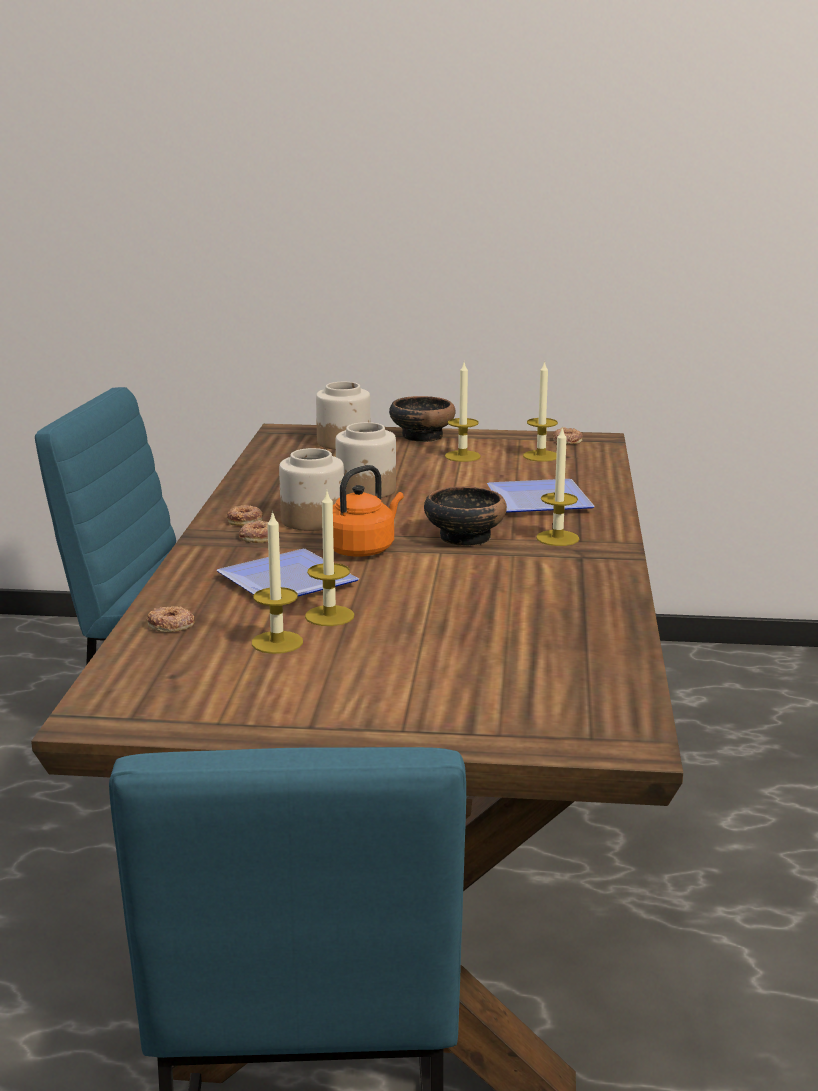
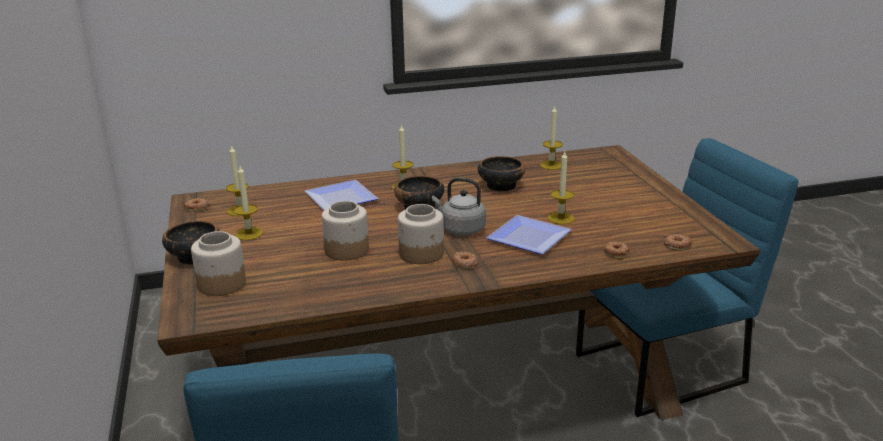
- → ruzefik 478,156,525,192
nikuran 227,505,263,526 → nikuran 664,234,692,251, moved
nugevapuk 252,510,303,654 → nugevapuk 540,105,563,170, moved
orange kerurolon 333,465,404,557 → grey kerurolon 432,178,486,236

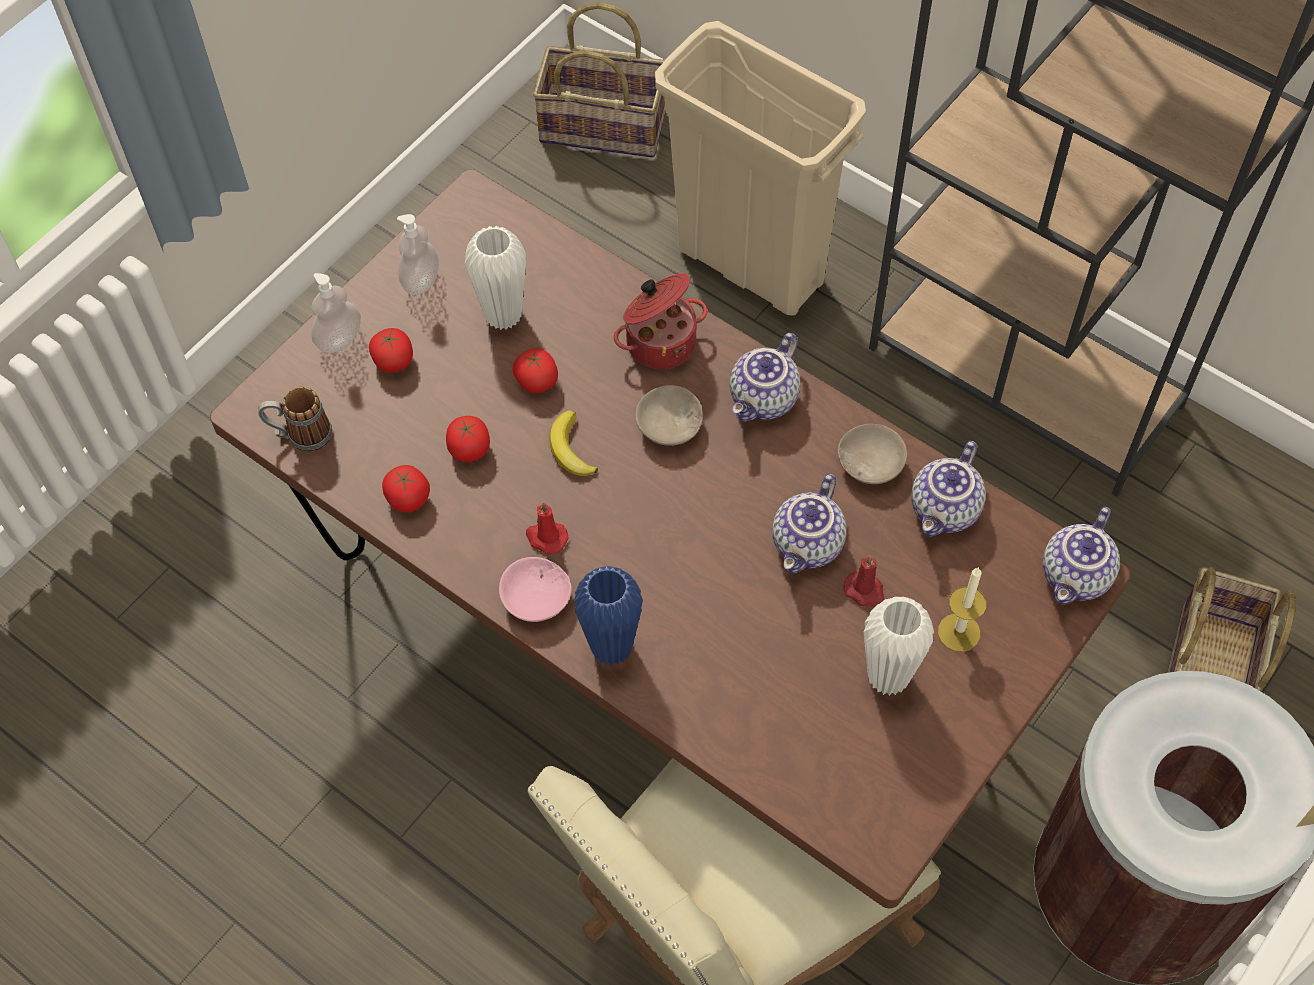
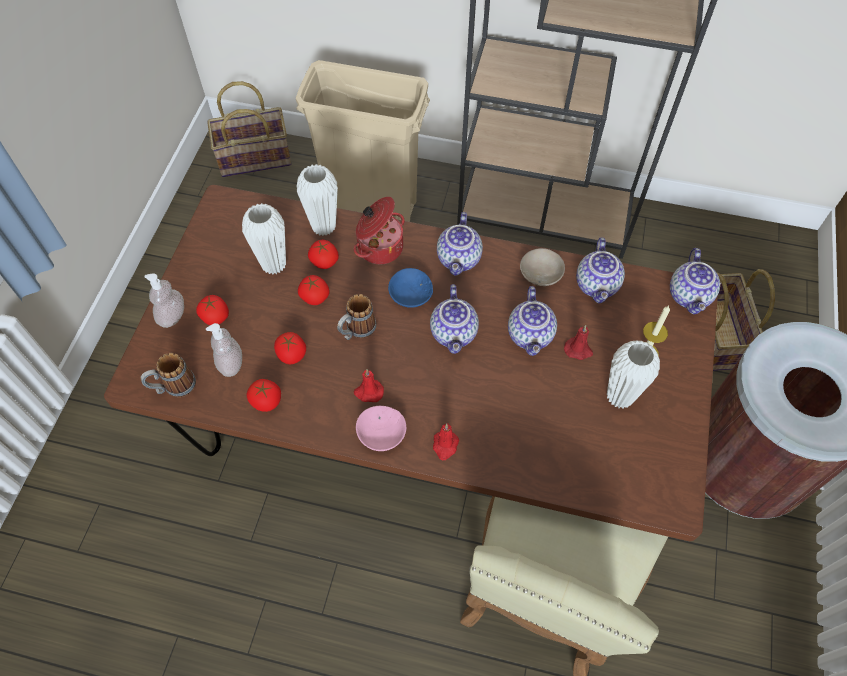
- → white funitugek 296,164,338,236
- → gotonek 308,240,339,269
- → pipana 430,284,479,354
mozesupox 397,214,439,295 → mozesupox 206,323,242,377, moved
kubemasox 549,410,598,476 → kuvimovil 337,294,376,340
blue funitugek 573,566,643,665 → red nugevapuk 433,423,459,460
beige ruzefik 635,385,703,446 → blue ruzefik 388,268,433,308

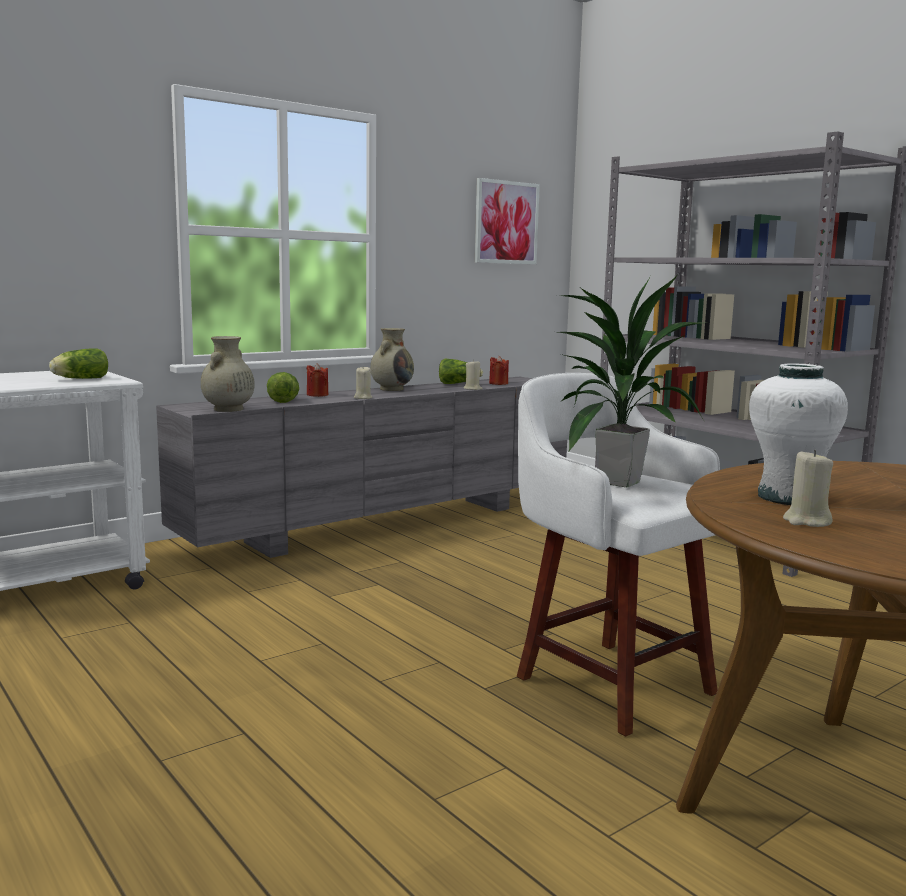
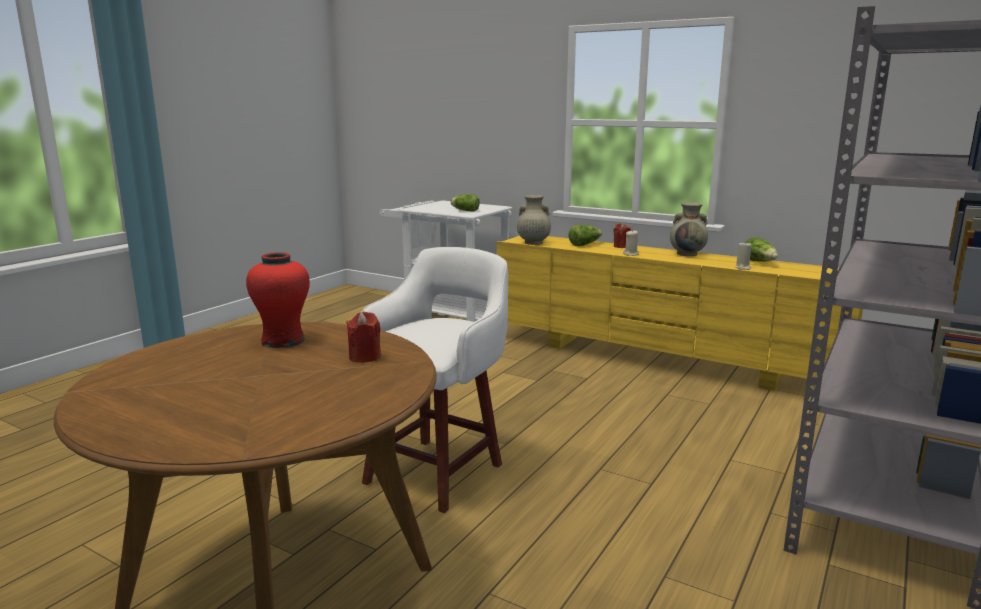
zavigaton 475,178,540,264 → -
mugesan 558,274,704,487 → -
beige nugevapuk 783,450,833,527 → -
red nugevapuk 489,356,509,385 → red nugevapuk 346,312,381,363, moved
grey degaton 156,377,567,558 → yellow degaton 497,236,863,391
white funitugek 749,363,848,505 → red funitugek 246,252,310,348

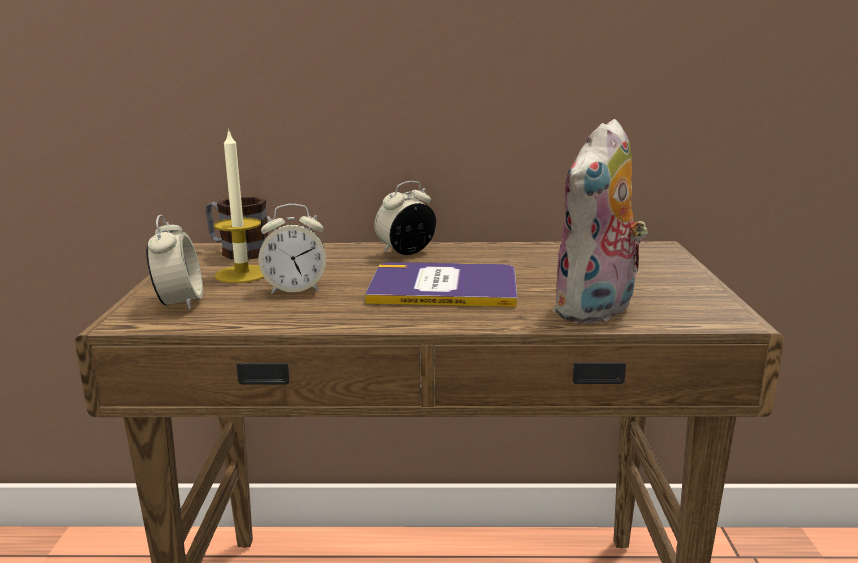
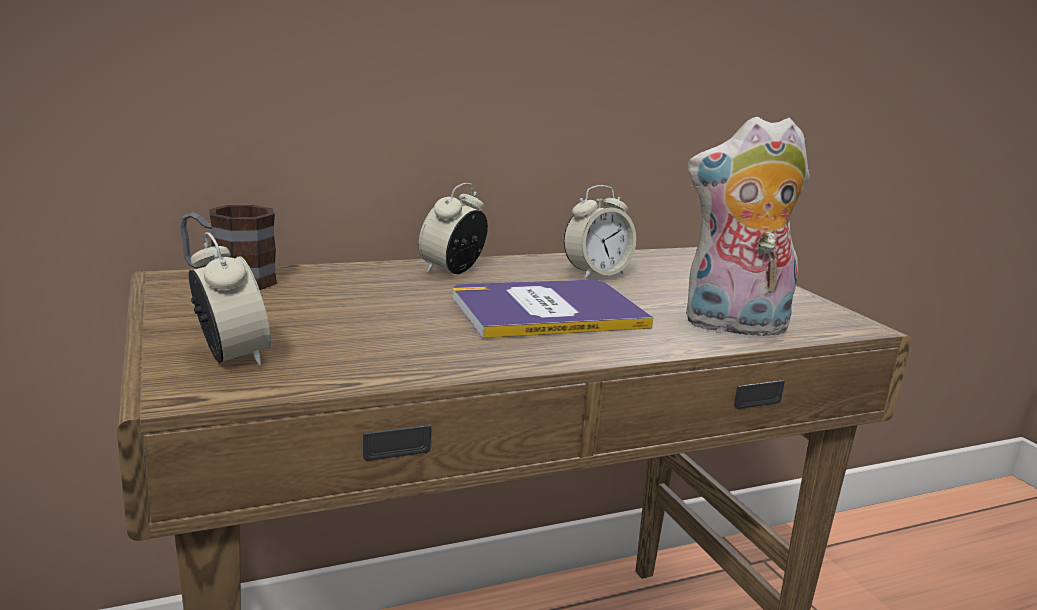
nugevapuk 214,128,264,283 → -
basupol 258,204,326,294 → basupol 563,185,636,279, moved
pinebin 552,119,648,324 → pinebin 686,117,810,340, 75 degrees clockwise

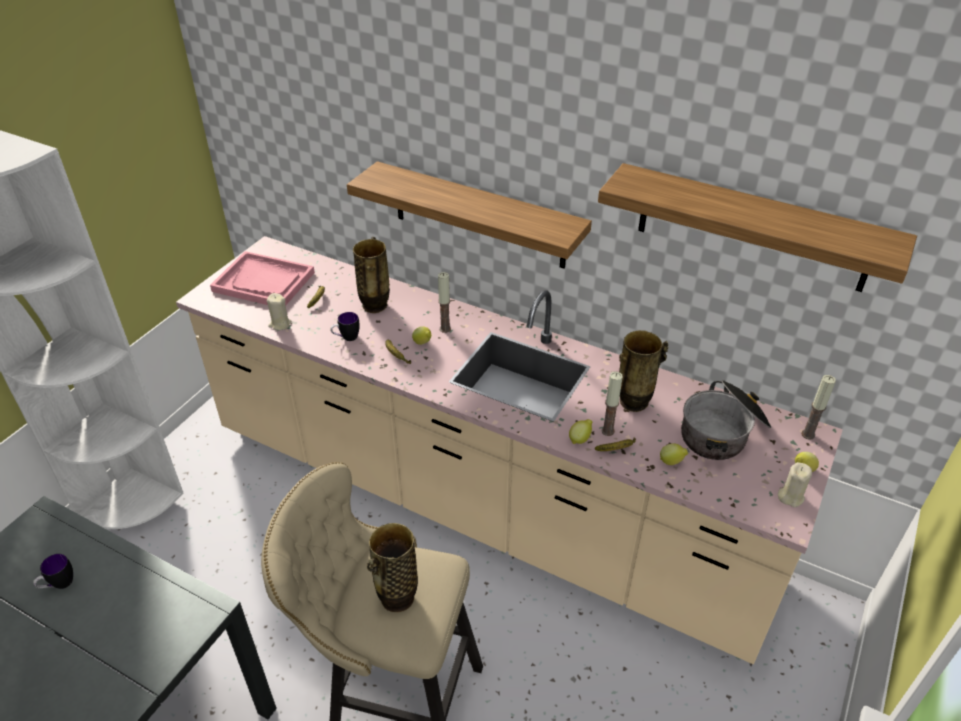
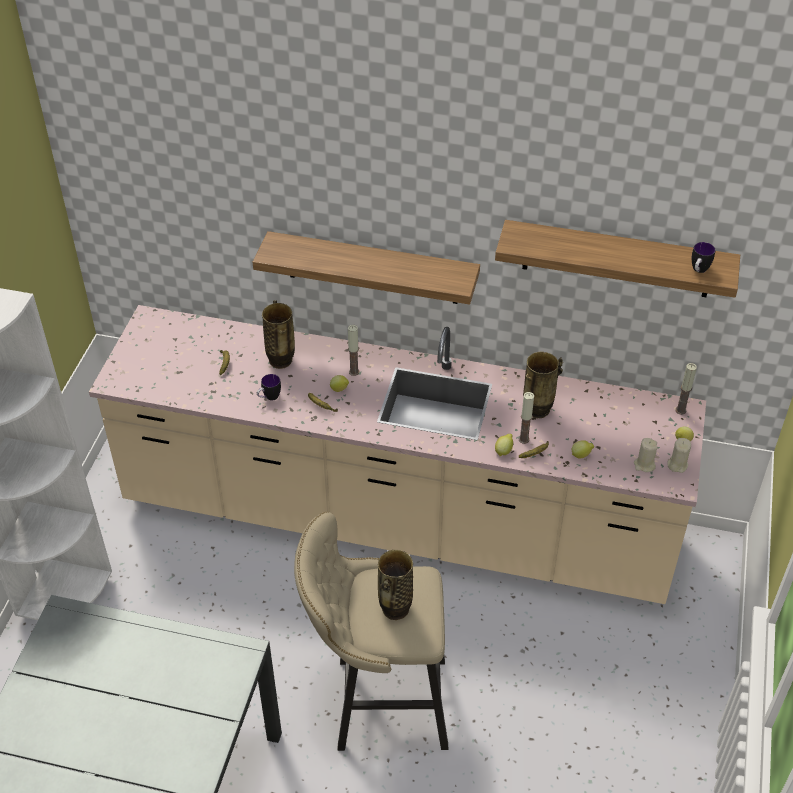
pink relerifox 210,251,315,305 → -
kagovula 681,380,771,460 → -
kuvimovil 33,554,73,589 → kuvimovil 692,242,715,273, moved
beige nugevapuk 267,293,292,330 → beige nugevapuk 634,438,658,472, moved

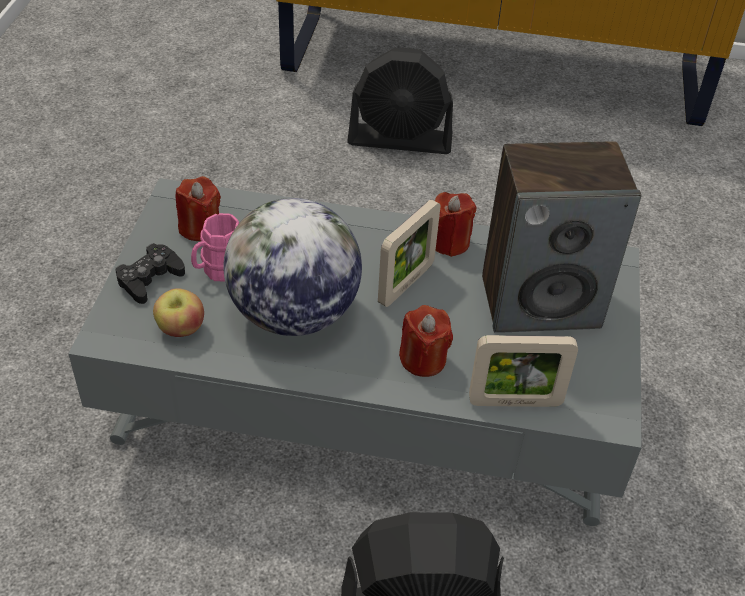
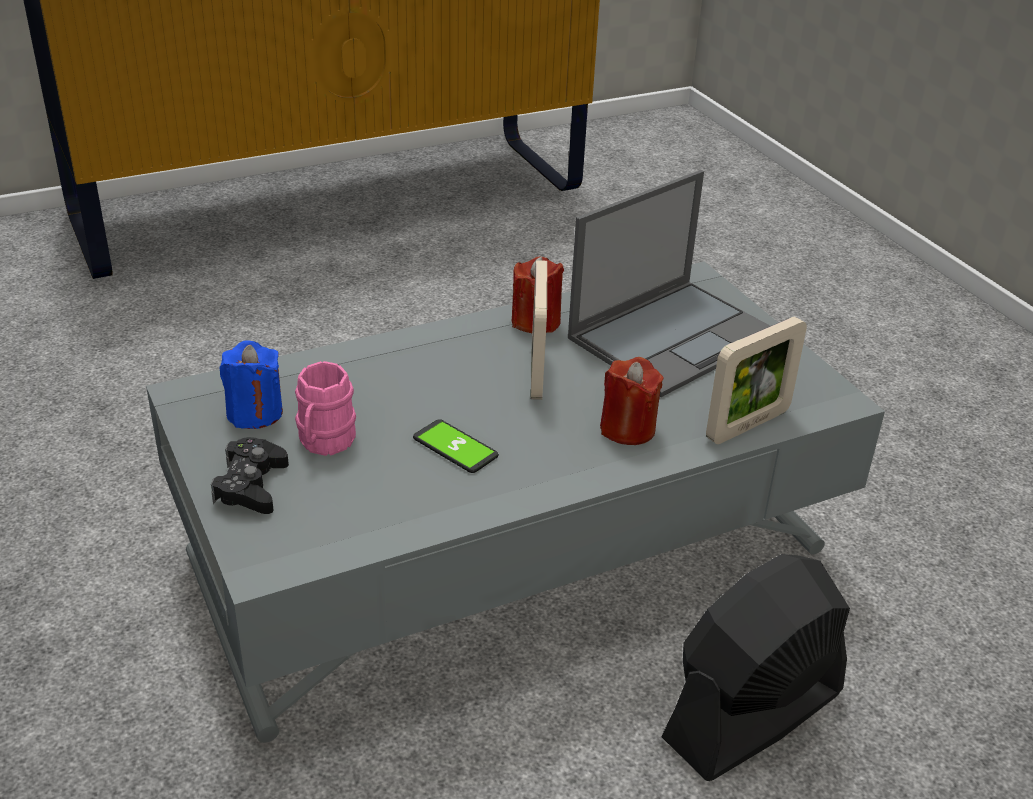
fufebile 153,288,204,337 → -
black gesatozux 347,47,453,154 → -
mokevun 223,198,362,336 → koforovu 413,419,499,473
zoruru 482,142,641,333 → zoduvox 568,170,770,397
red nugevapuk 176,176,221,241 → blue nugevapuk 219,340,283,429

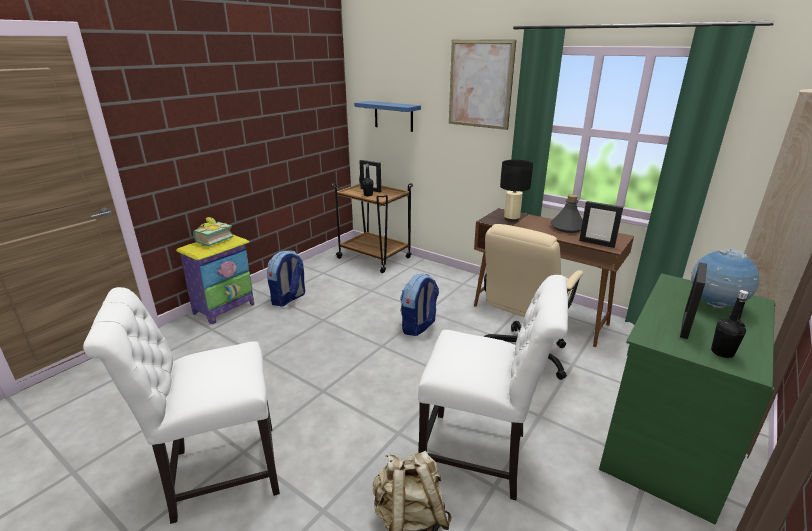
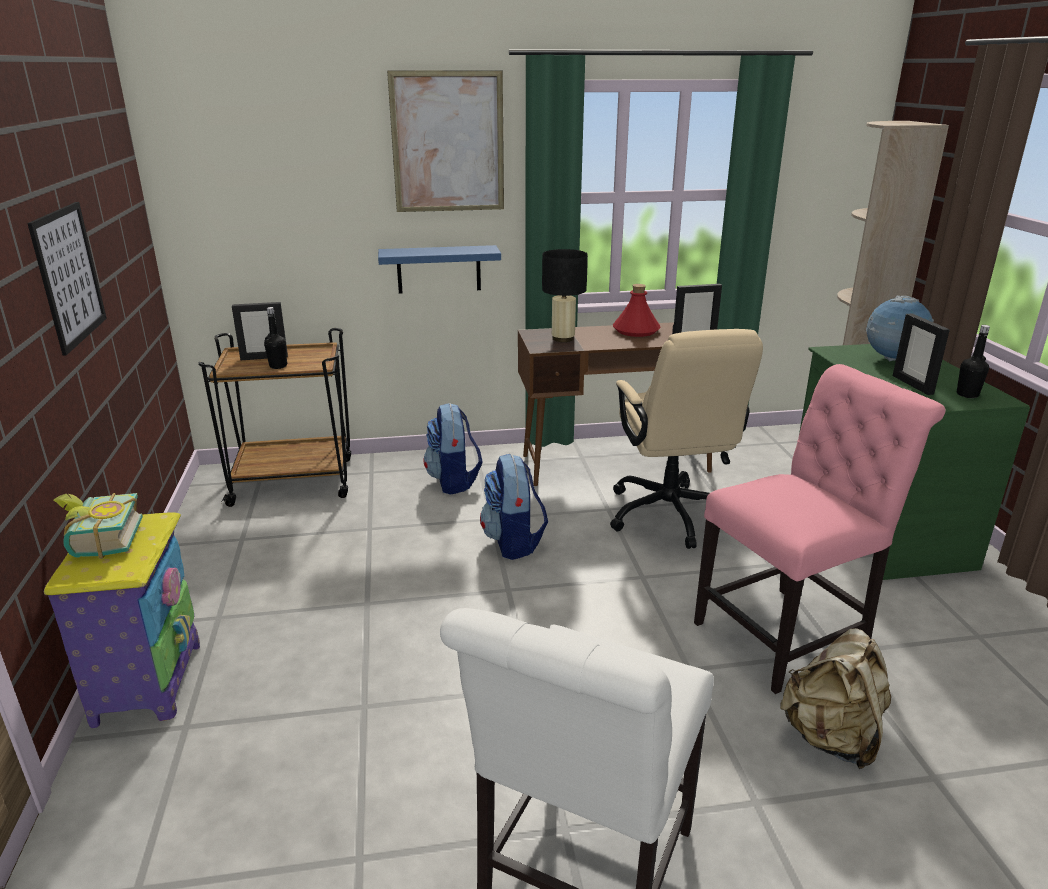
- → zavigaton 27,202,107,356
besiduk 267,250,305,307 → besiduk 423,403,483,495, moved
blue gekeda 354,101,421,132 → blue gekeda 378,245,501,294, moved
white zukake 418,275,568,500 → pink zukake 694,364,946,694
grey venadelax 550,194,583,233 → red venadelax 613,284,660,337

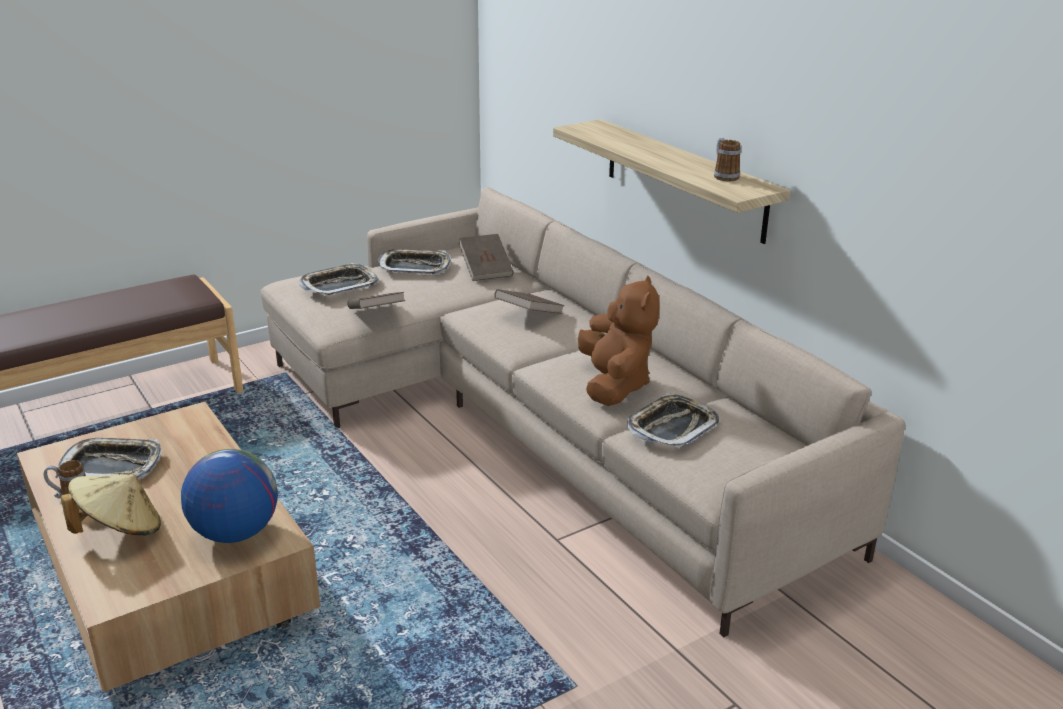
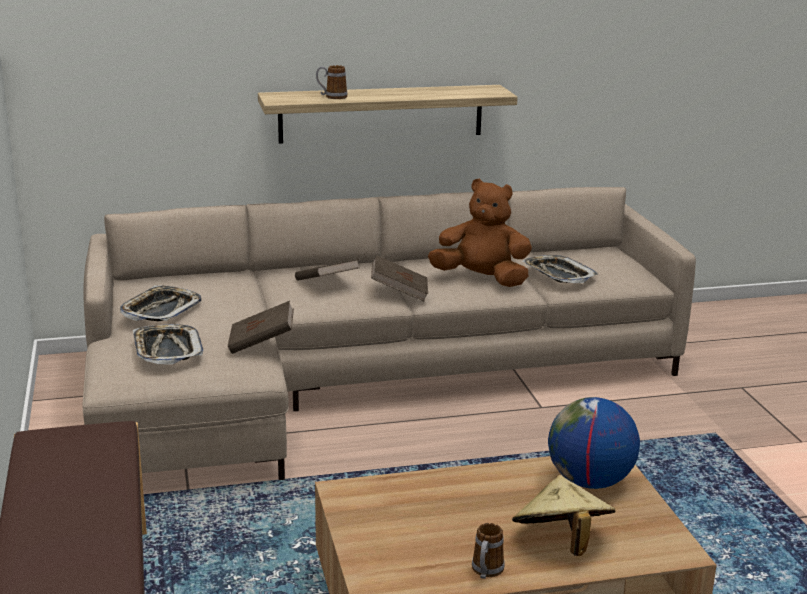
relerifox 58,438,162,479 → -
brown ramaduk 459,234,514,281 → brown ramaduk 371,255,428,301, moved
kuvimovil 714,138,741,181 → kuvimovil 316,65,347,99, moved

